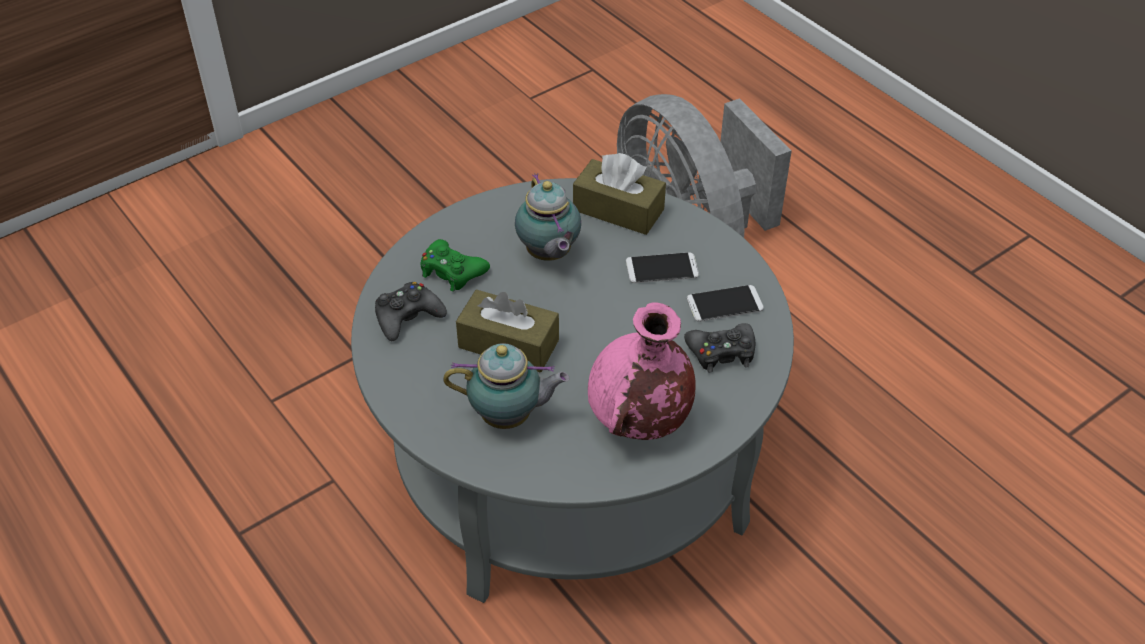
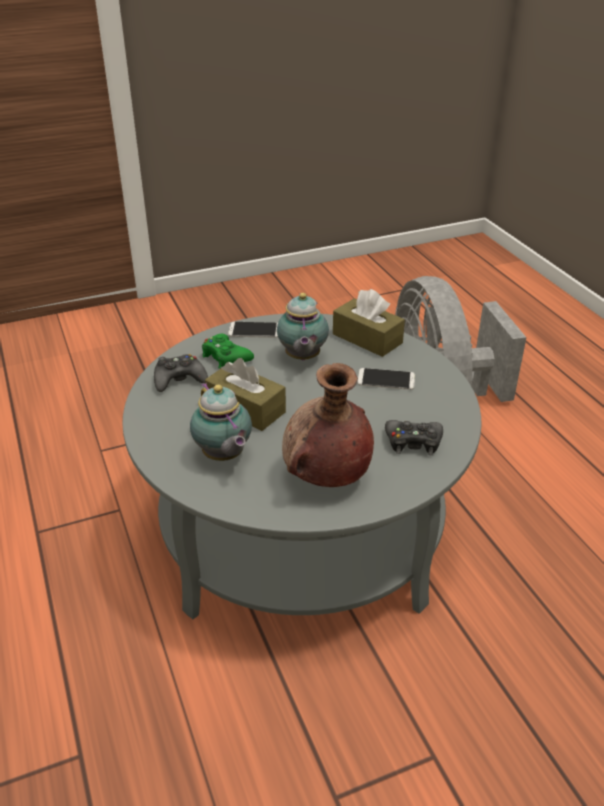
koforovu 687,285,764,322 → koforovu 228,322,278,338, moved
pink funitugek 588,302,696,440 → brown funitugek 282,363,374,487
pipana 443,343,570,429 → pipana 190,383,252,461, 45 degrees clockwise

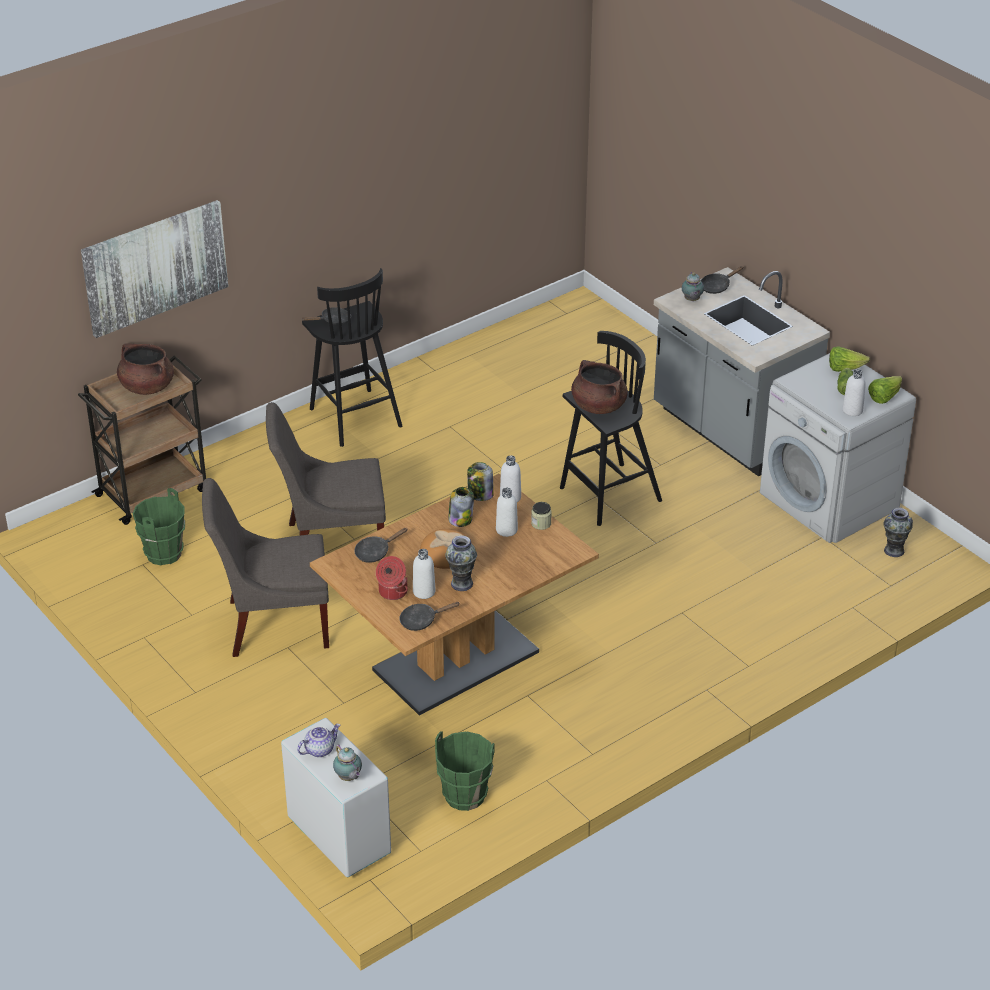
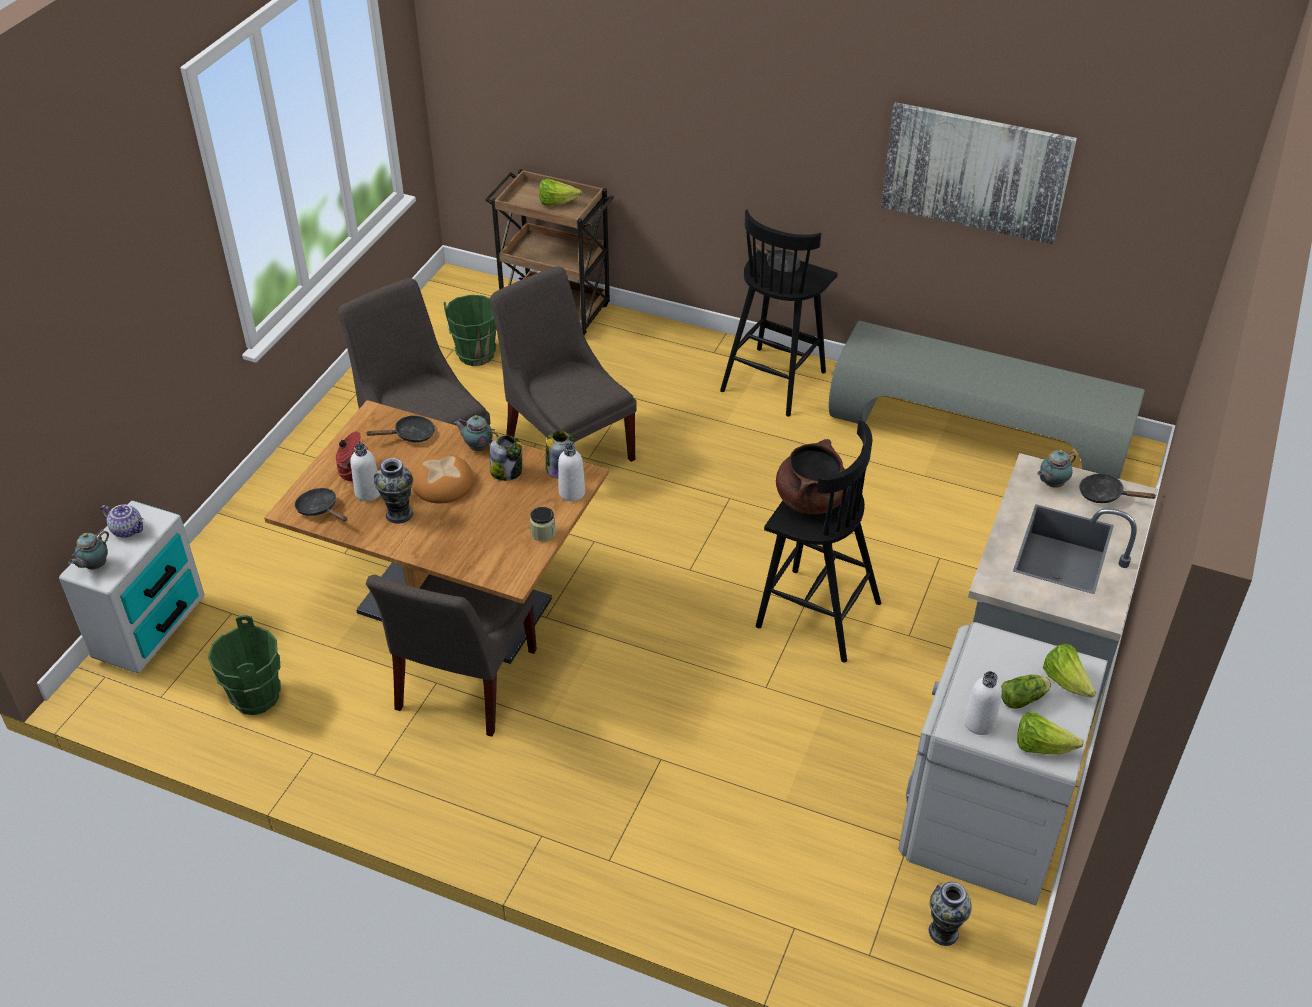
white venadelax 496,488,518,537 → -
- → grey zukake 366,574,537,737
- → pipana 454,415,499,451
- → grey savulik 829,321,1145,479
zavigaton 81,200,228,338 → zavigaton 881,102,1077,244, moved
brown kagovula 117,343,174,395 → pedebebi 539,178,582,206
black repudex 354,528,408,563 → black repudex 365,415,435,442, 135 degrees clockwise

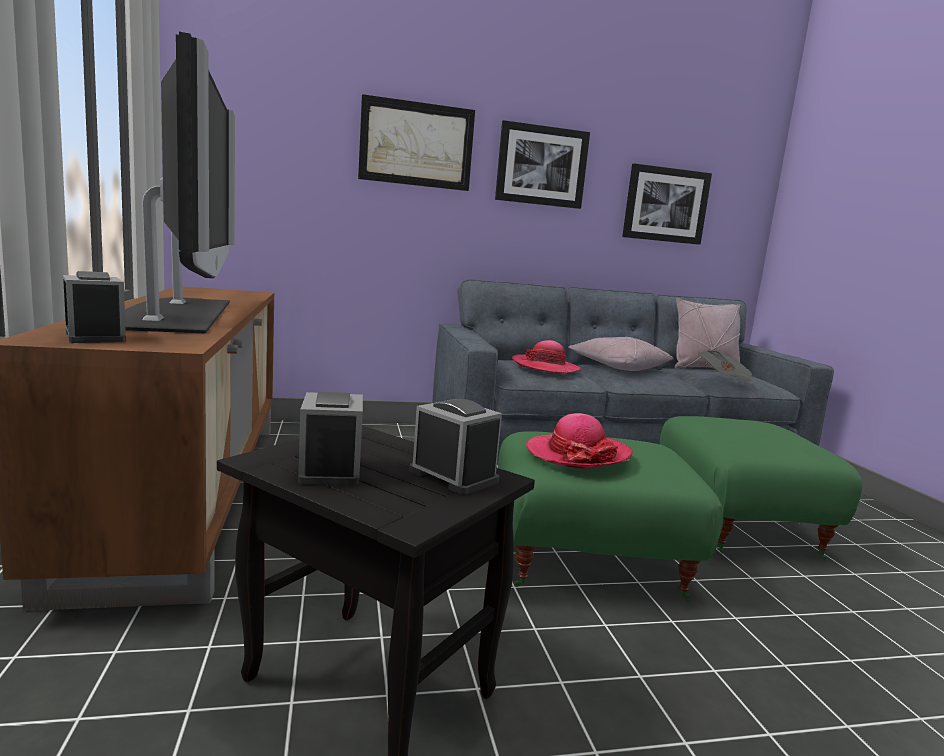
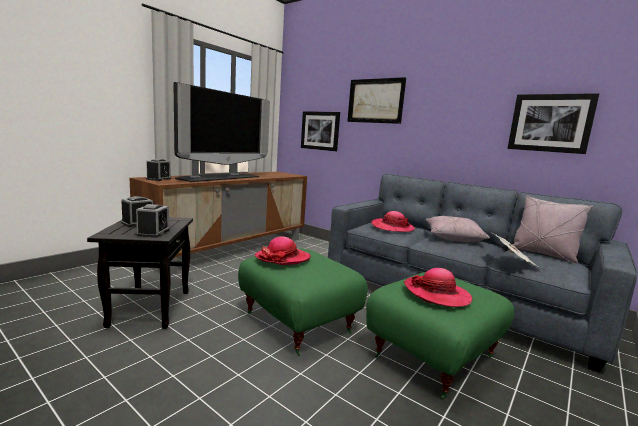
- → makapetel 404,268,472,307
zavigaton 495,120,590,209 → zavigaton 301,111,340,151, moved

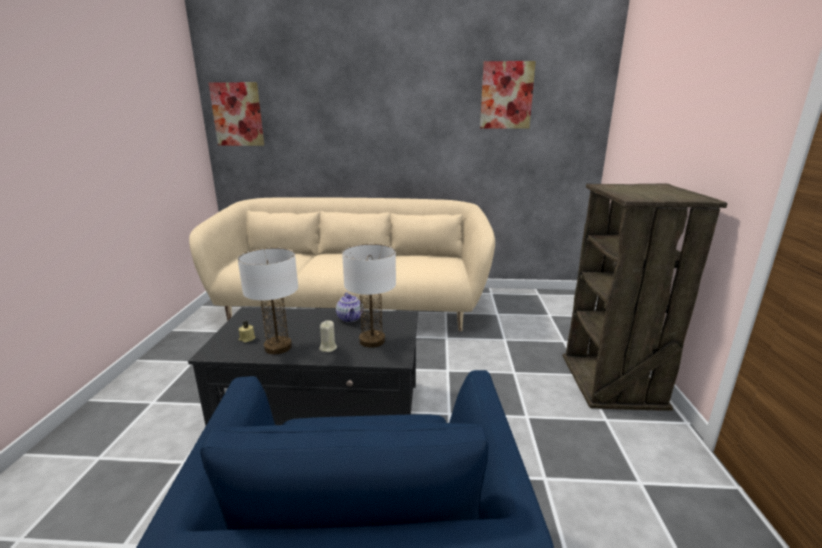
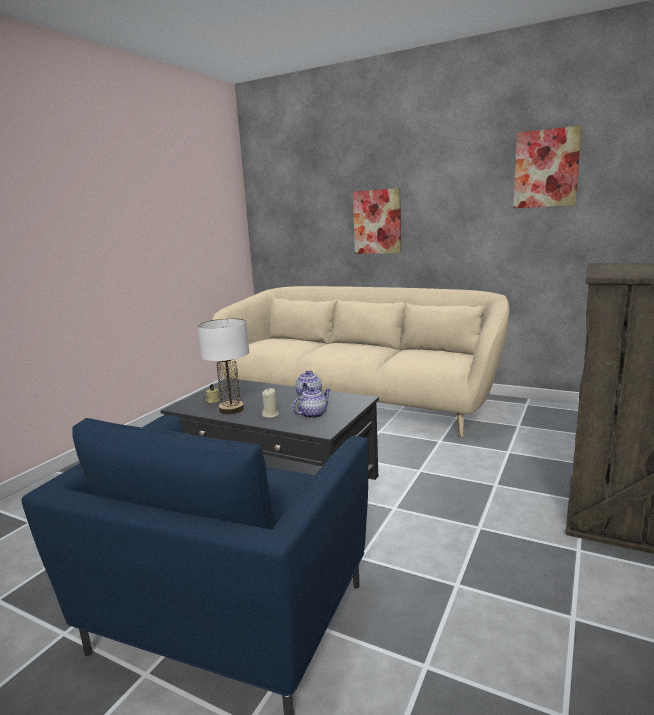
zavigaton 209,82,264,146 → zavigaton 353,188,401,254, moved
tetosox 342,244,396,348 → pipana 292,387,331,419

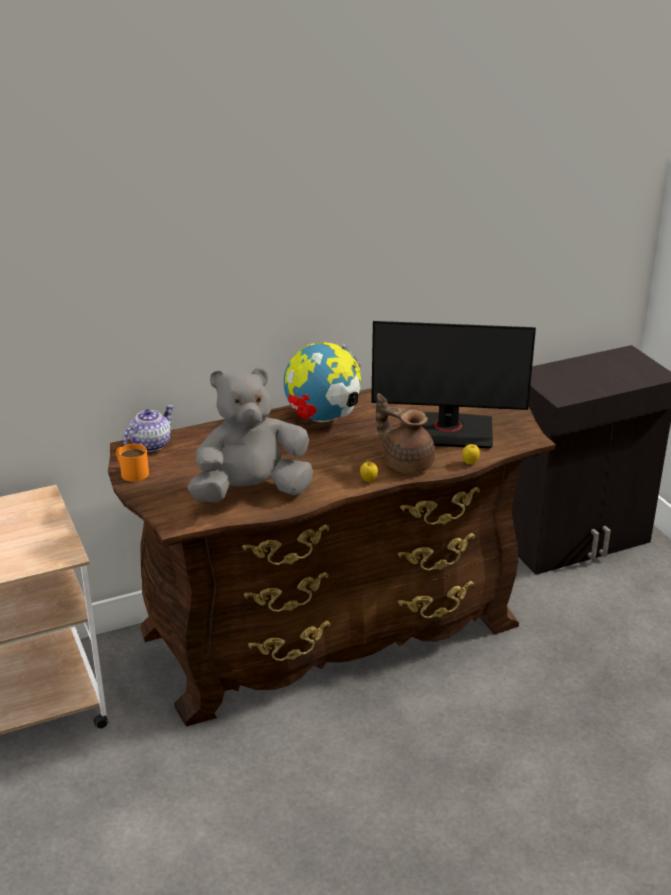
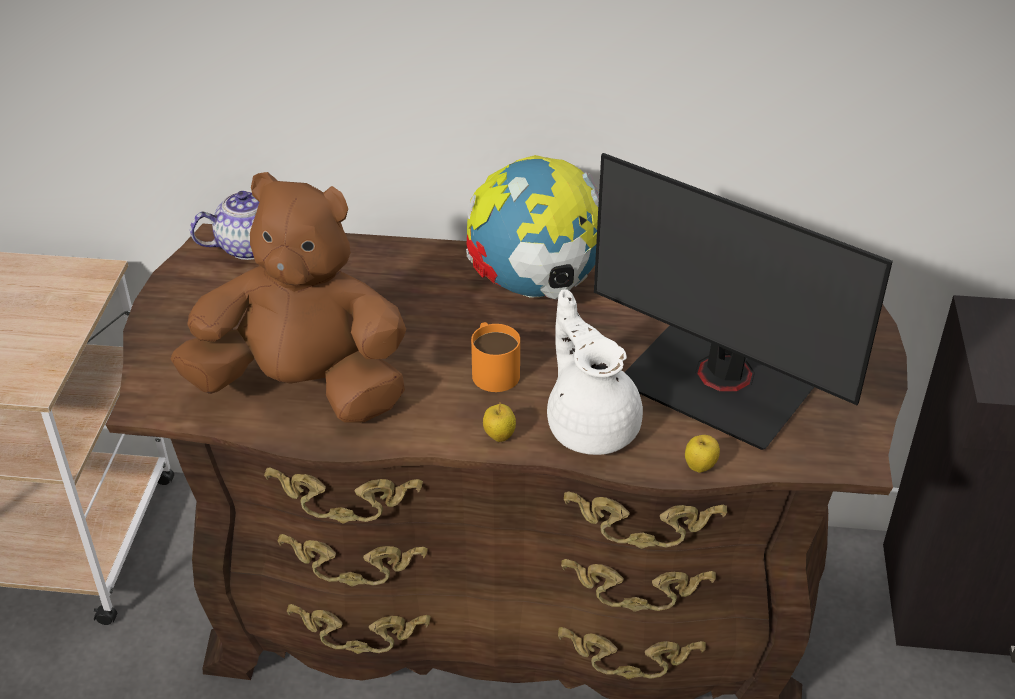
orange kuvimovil 116,444,149,482 → orange kuvimovil 471,322,520,392, moved
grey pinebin 188,367,313,502 → brown pinebin 171,172,406,423
brown pipana 376,393,435,473 → white pipana 547,289,643,455

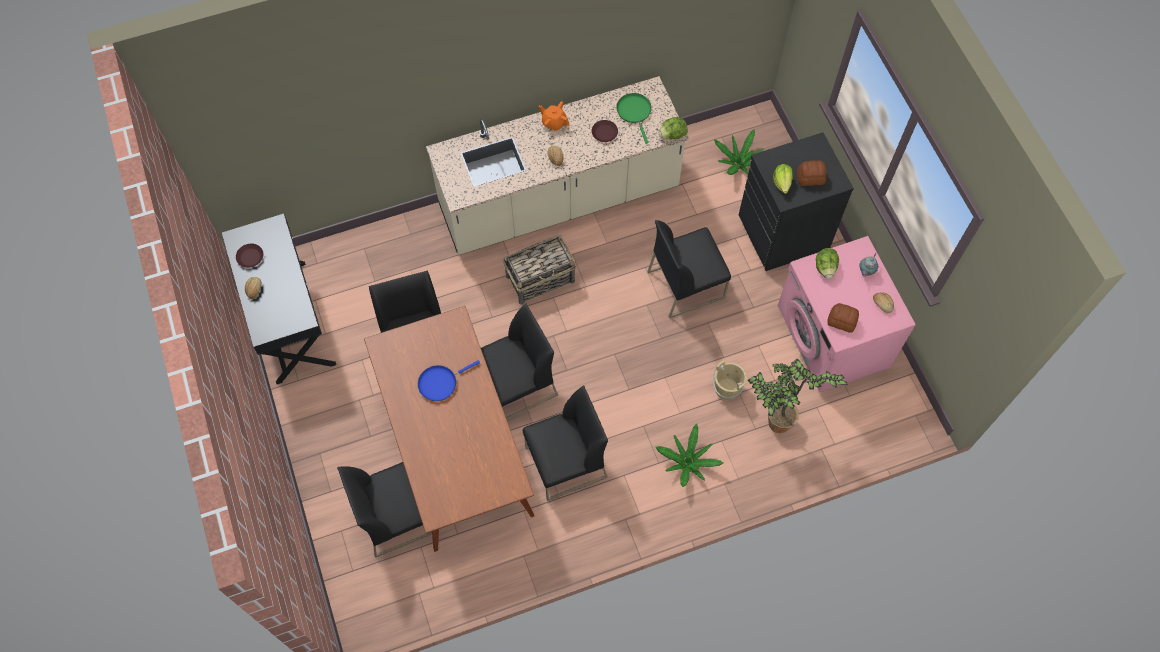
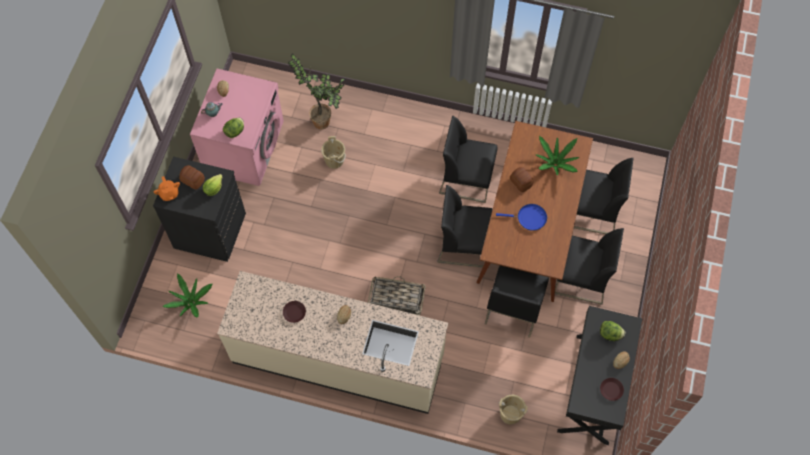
green repudex 616,93,652,144 → -
- → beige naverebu 499,395,528,424
orange pipana 538,101,569,131 → orange pipana 153,176,180,201, moved
black zukake 647,220,731,318 → black zukake 555,228,624,305, moved
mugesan 656,424,723,487 → mugesan 536,136,580,176, moved
pedebebi 659,117,688,140 → pedebebi 600,321,625,341, moved
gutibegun 827,303,859,333 → gutibegun 510,167,534,192, moved

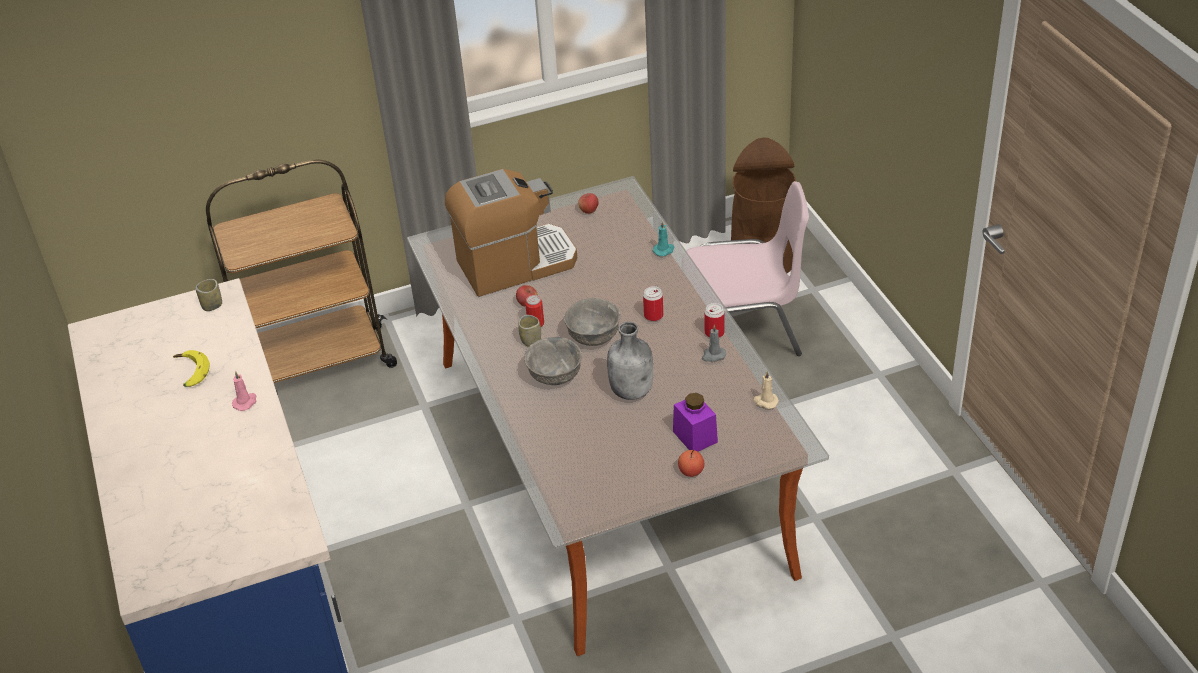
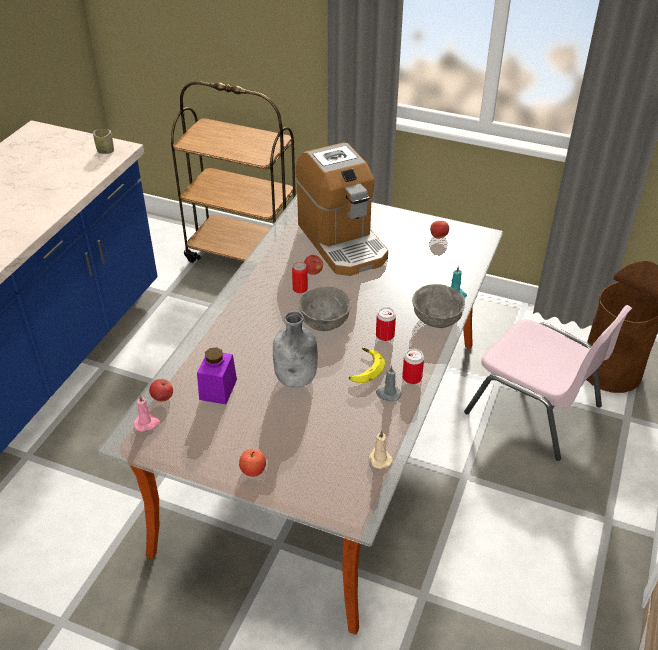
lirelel 519,315,541,347 → -
- → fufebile 149,379,173,402
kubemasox 173,350,210,387 → kubemasox 349,348,385,383, moved
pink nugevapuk 232,371,256,411 → pink nugevapuk 134,395,161,432, moved
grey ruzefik 524,337,582,385 → grey ruzefik 412,284,465,328, moved
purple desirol 673,393,718,452 → purple desirol 197,347,237,404, moved
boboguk 445,169,577,297 → boboguk 296,143,388,276, 45 degrees clockwise

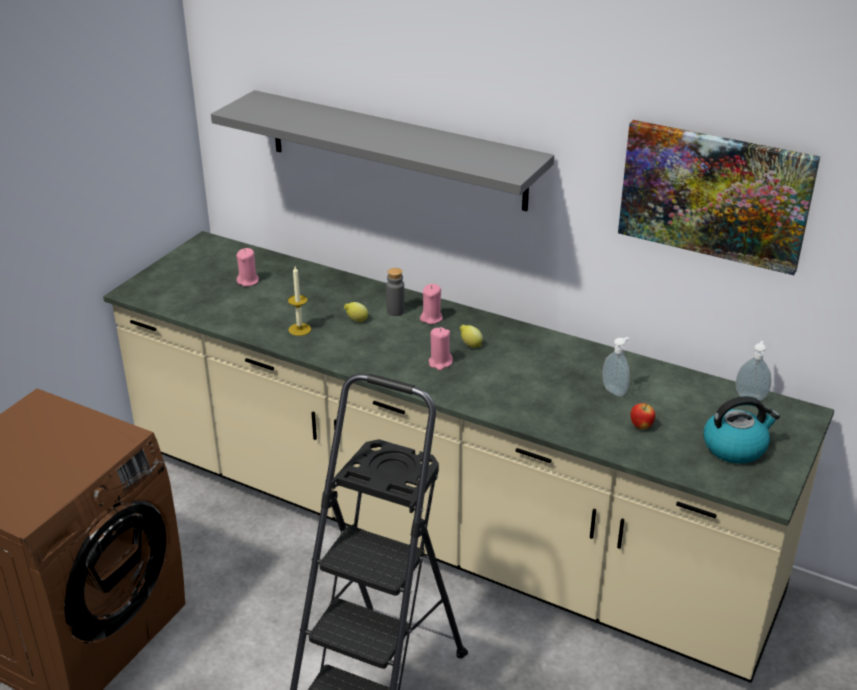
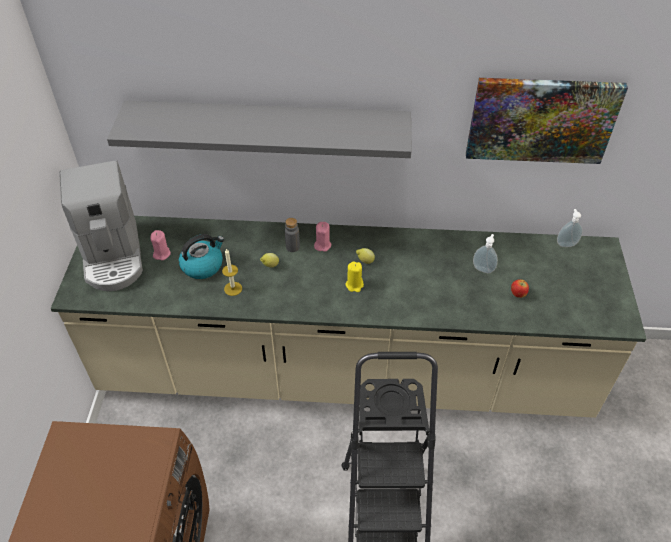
- → boboguk 59,160,143,291
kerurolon 704,396,780,464 → kerurolon 179,234,224,279, moved
pink nugevapuk 429,327,453,370 → yellow nugevapuk 346,261,364,292

